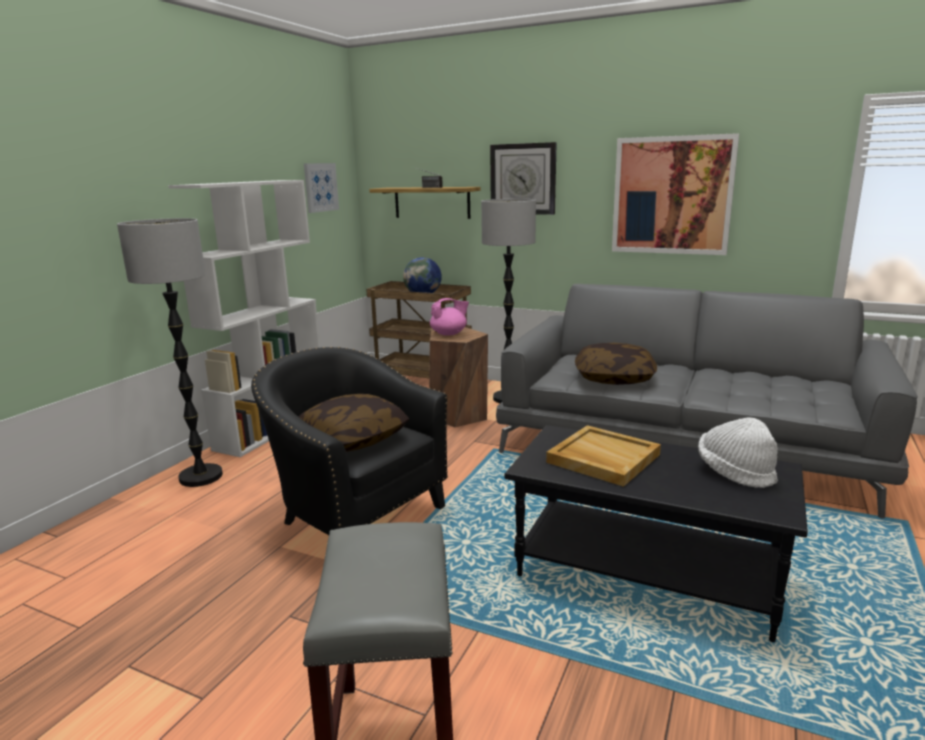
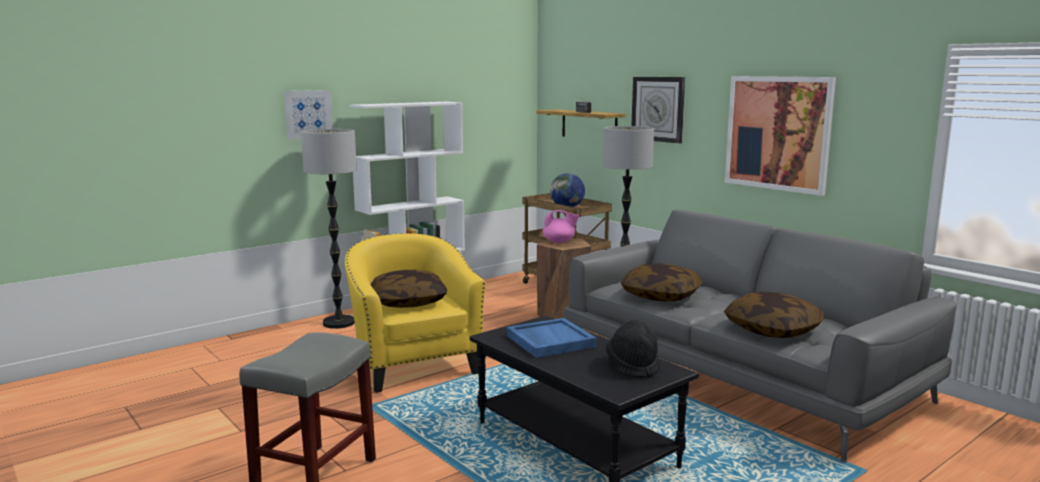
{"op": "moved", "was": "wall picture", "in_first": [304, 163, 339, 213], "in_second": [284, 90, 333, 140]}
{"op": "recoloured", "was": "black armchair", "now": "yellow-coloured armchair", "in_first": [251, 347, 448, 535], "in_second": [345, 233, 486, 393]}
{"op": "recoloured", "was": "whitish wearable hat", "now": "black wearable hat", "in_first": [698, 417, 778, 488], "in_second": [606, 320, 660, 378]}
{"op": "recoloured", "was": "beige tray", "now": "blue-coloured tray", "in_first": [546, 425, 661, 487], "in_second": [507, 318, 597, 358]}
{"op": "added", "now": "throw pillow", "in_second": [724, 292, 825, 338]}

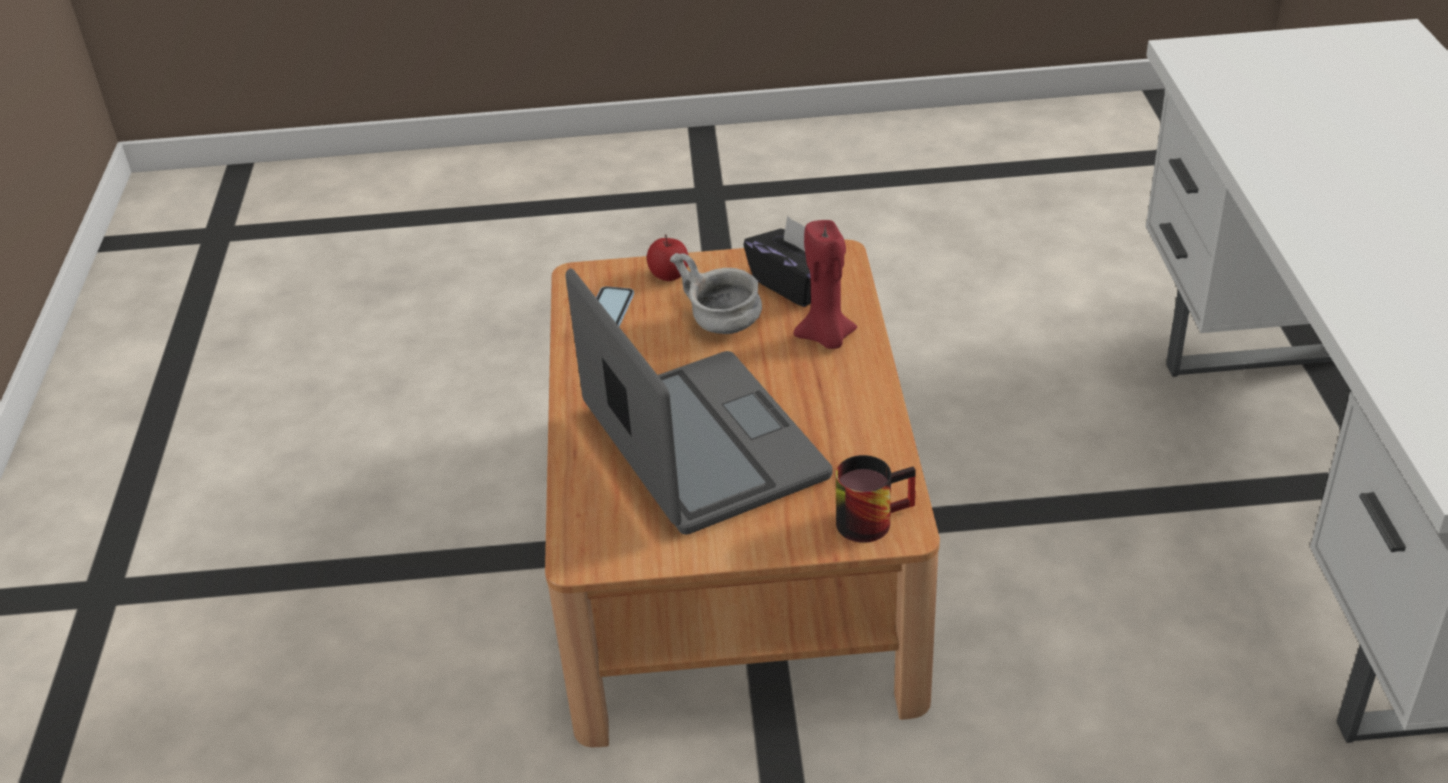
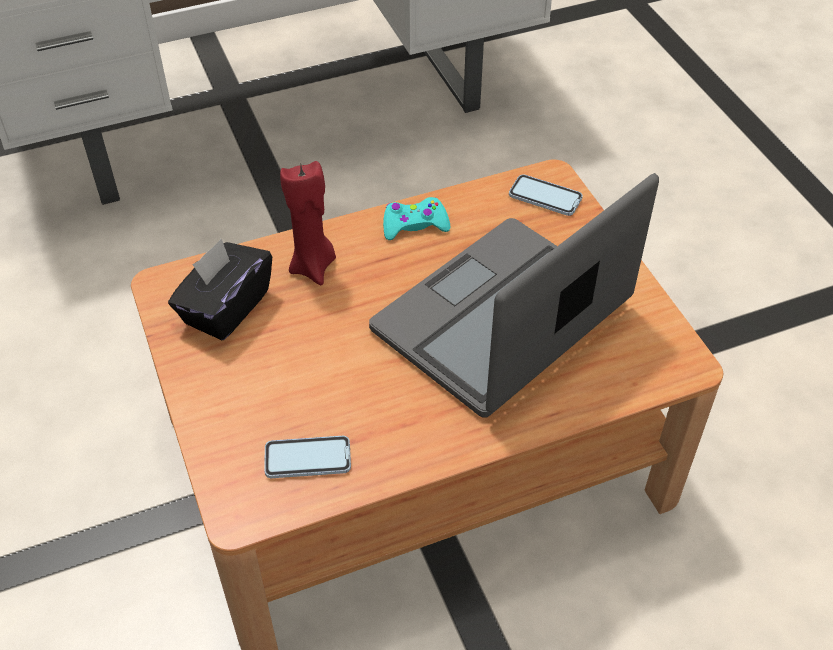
{"op": "removed", "was": "apple", "in_first": [647, 235, 688, 281]}
{"op": "removed", "was": "gray serving bowl", "in_first": [670, 253, 762, 334]}
{"op": "replaced", "was": "mug", "now": "phone", "in_first": [836, 455, 916, 543], "in_second": [509, 175, 583, 216]}
{"op": "added", "now": "blue-green gamepad", "in_second": [383, 197, 450, 240]}

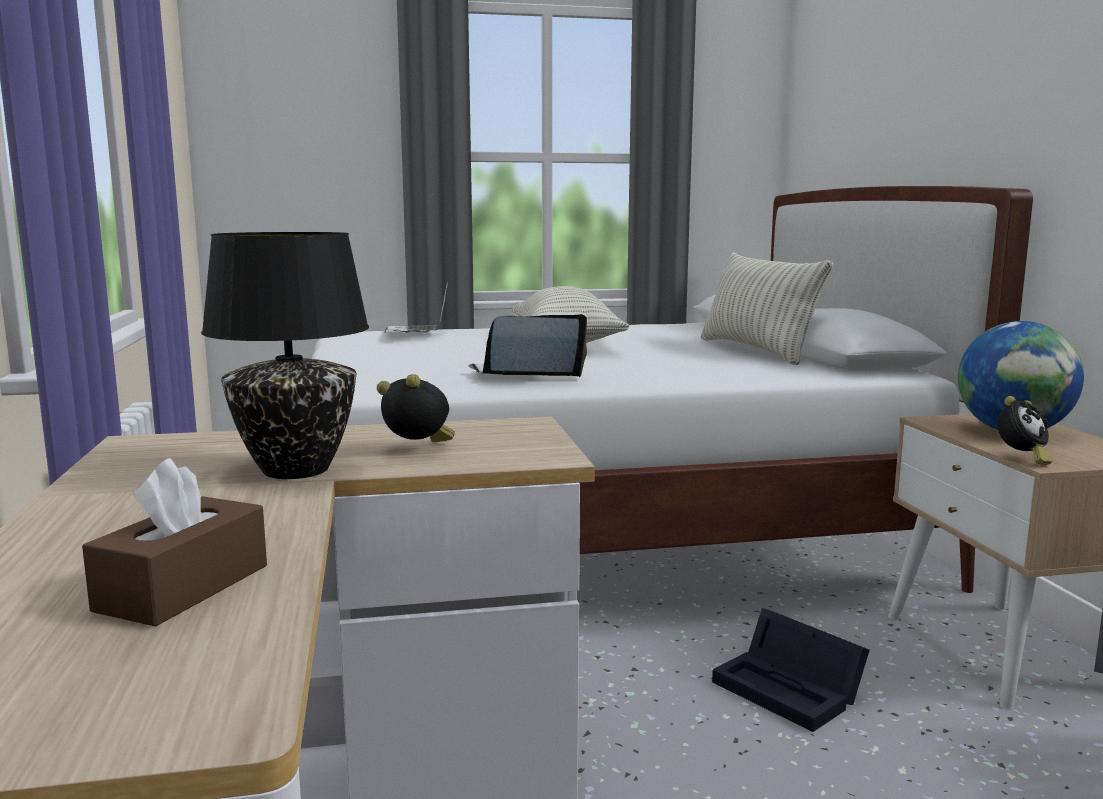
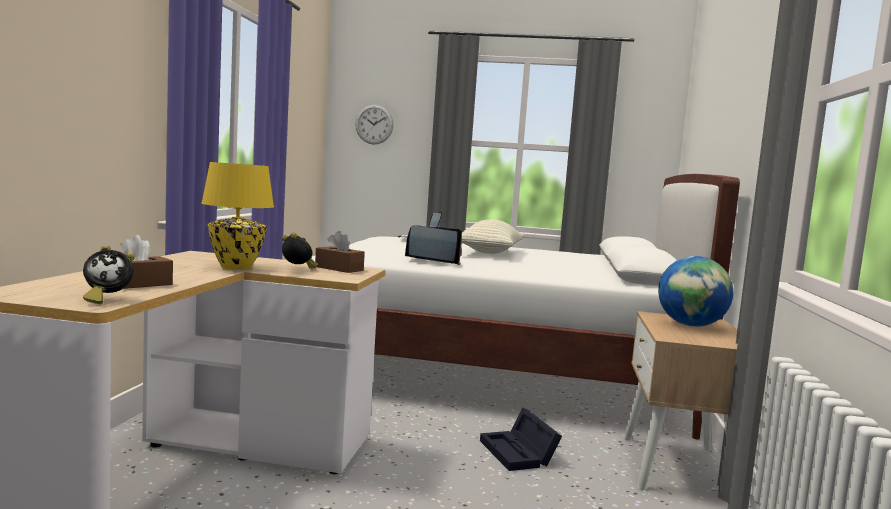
{"op": "recoloured", "was": "black table lamp", "now": "yellow-coloured table lamp", "in_first": [201, 232, 369, 479], "in_second": [201, 162, 274, 270]}
{"op": "removed", "was": "throw pillow", "in_first": [701, 252, 833, 365]}
{"op": "moved", "was": "table clock", "in_first": [998, 396, 1053, 465], "in_second": [83, 245, 135, 304]}
{"op": "added", "now": "clock on the wall", "in_second": [355, 105, 394, 145]}
{"op": "added", "now": "brown-coloured tissue box", "in_second": [315, 231, 365, 273]}

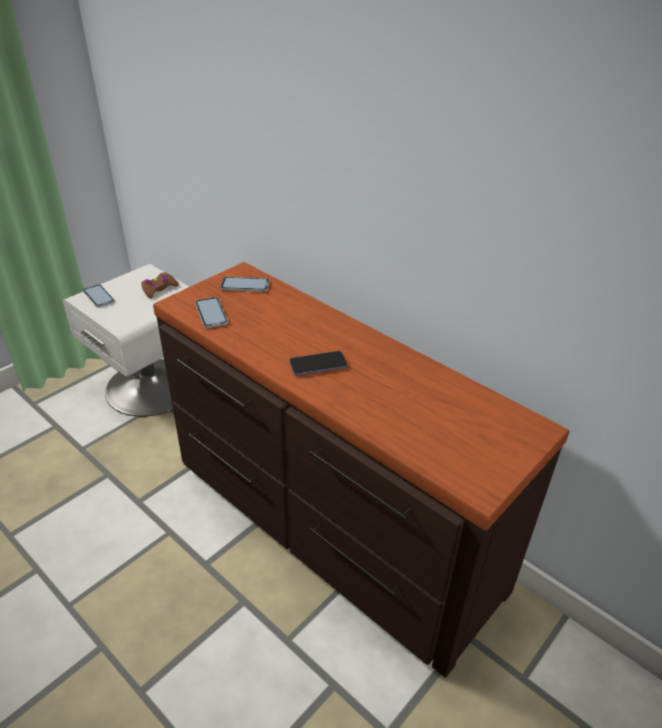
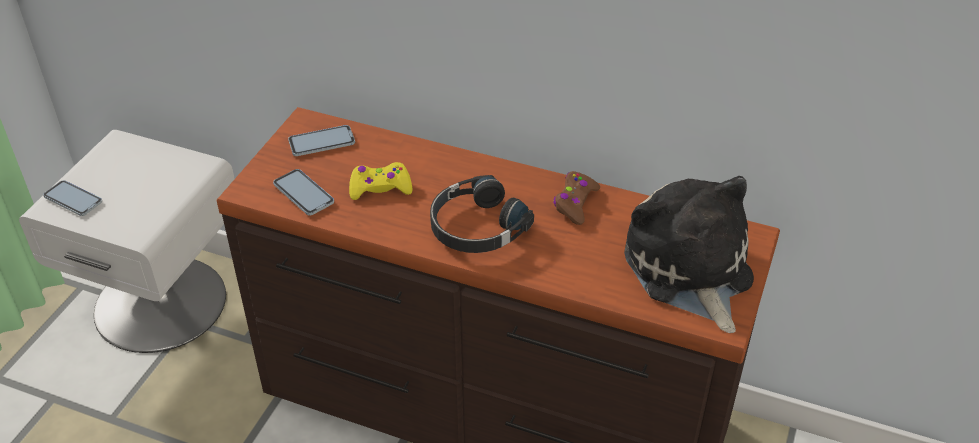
{"op": "moved", "was": "brown-coloured gamepad", "in_first": [141, 272, 179, 298], "in_second": [553, 171, 600, 225]}
{"op": "replaced", "was": "phone", "now": "black pair of headphones", "in_first": [289, 351, 348, 376], "in_second": [430, 175, 534, 253]}
{"op": "added", "now": "yellow-coloured gamepad", "in_second": [349, 162, 412, 200]}
{"op": "added", "now": "soft toy", "in_second": [624, 176, 754, 333]}

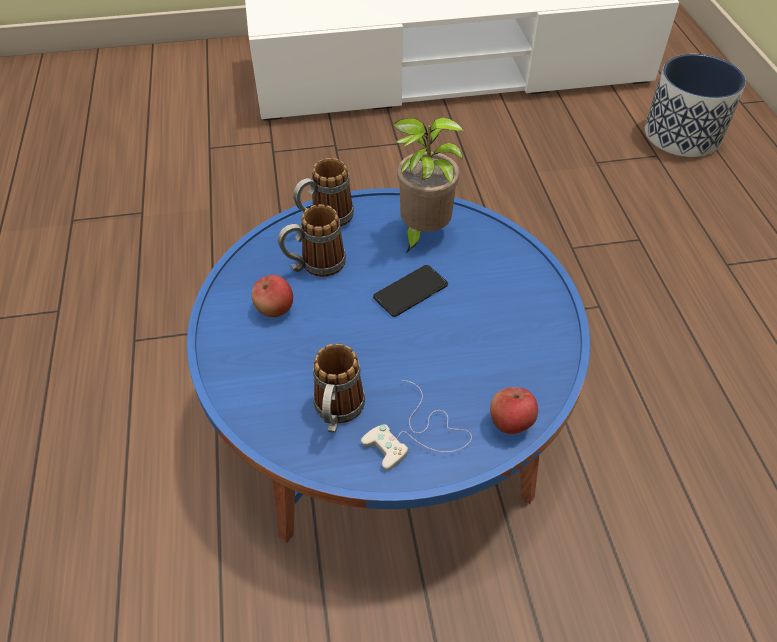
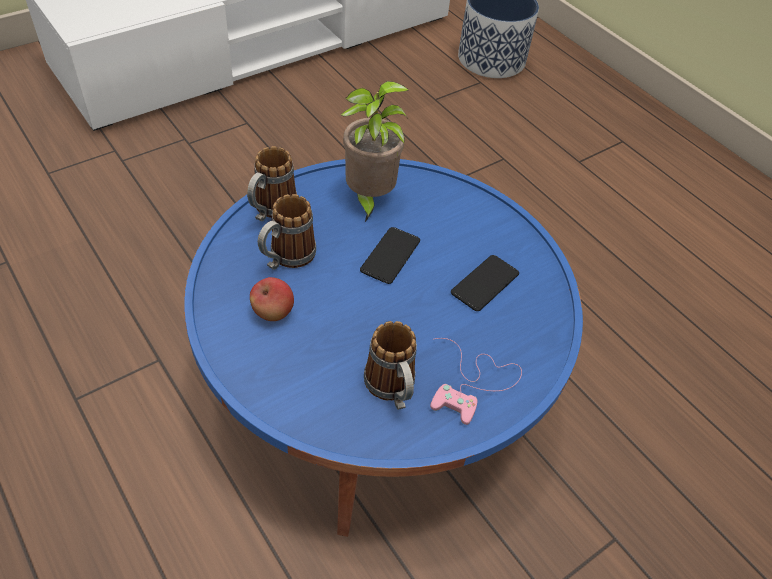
{"op": "recoloured", "was": "whitish gamepad", "now": "pink-coloured gamepad", "in_first": [361, 380, 472, 470], "in_second": [430, 338, 522, 425]}
{"op": "removed", "was": "apple", "in_first": [490, 387, 538, 434]}
{"op": "added", "now": "phone", "in_second": [451, 255, 519, 311]}

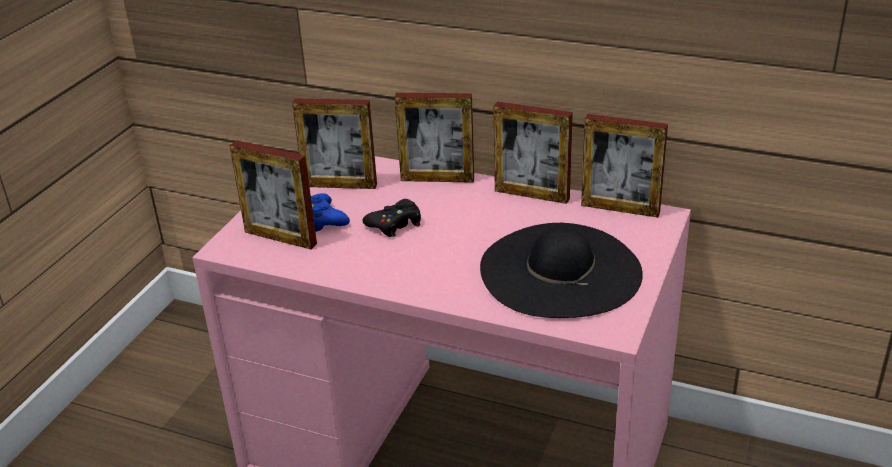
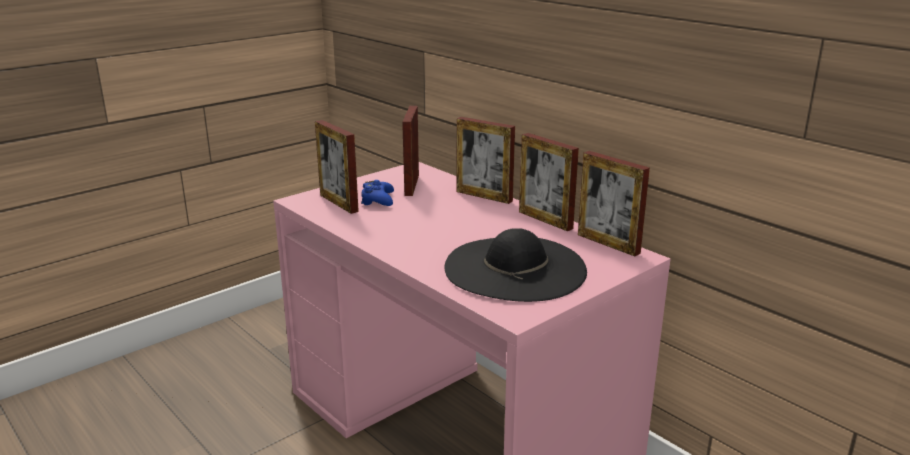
{"op": "turned", "was": "picture frame", "in_first": [292, 99, 377, 189], "in_second": [402, 106, 419, 196], "clockwise": 60}
{"op": "removed", "was": "black gamepad", "in_first": [363, 199, 421, 237]}

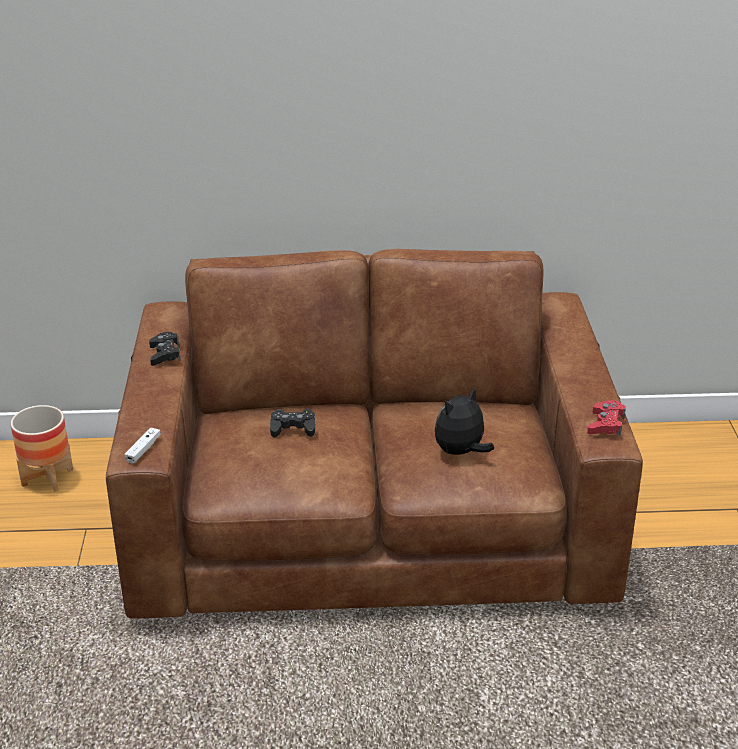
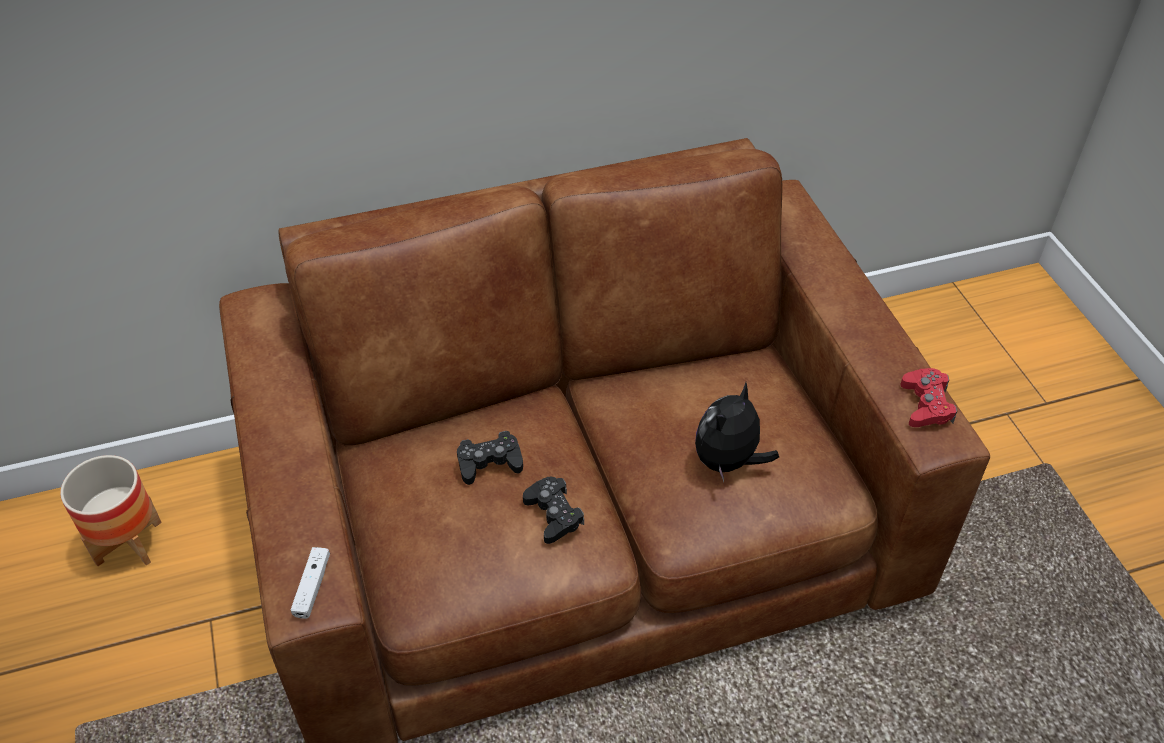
{"op": "moved", "was": "black gamepad", "in_first": [149, 332, 181, 366], "in_second": [523, 477, 584, 544]}

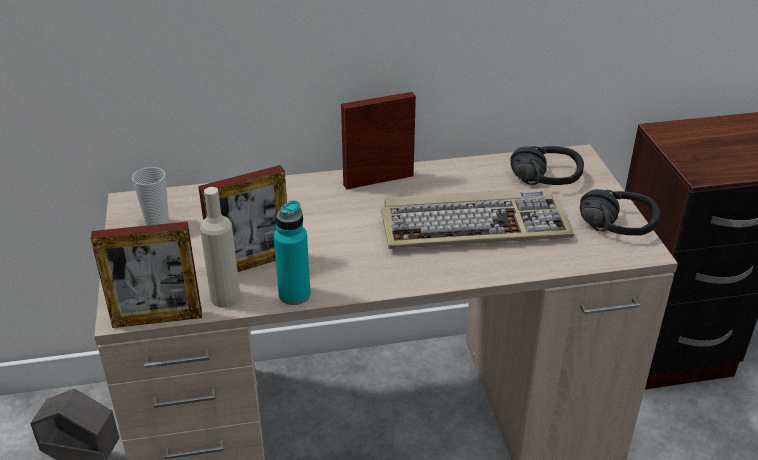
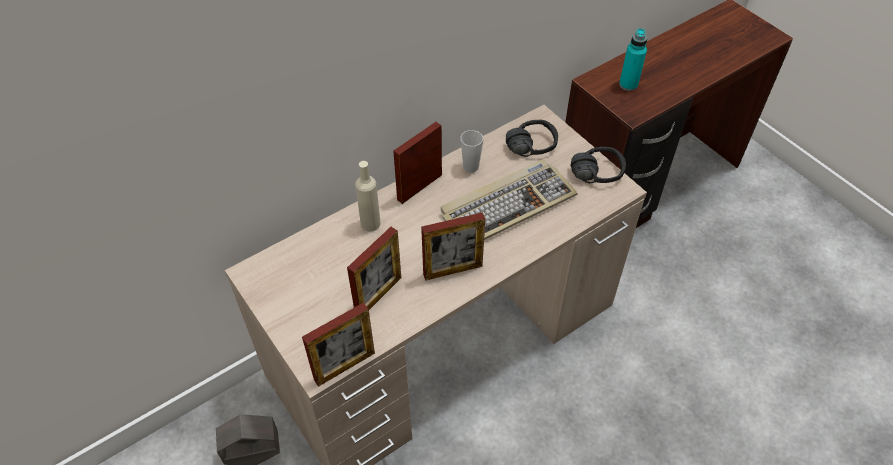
{"op": "moved", "was": "cup", "in_first": [132, 167, 169, 226], "in_second": [461, 130, 484, 173]}
{"op": "moved", "was": "beige beverage bottle", "in_first": [200, 187, 241, 308], "in_second": [355, 161, 381, 232]}
{"op": "moved", "was": "blue-green beverage bottle", "in_first": [274, 200, 311, 305], "in_second": [619, 28, 647, 91]}
{"op": "added", "now": "picture frame", "in_second": [421, 212, 485, 281]}

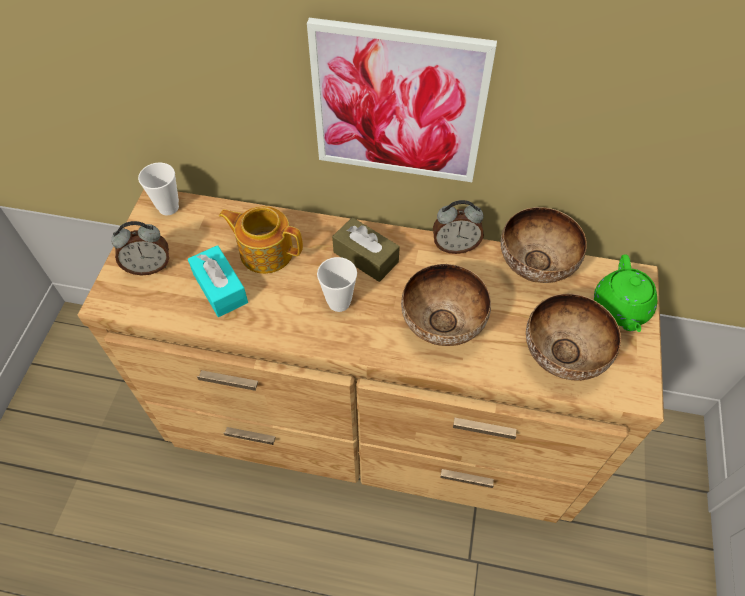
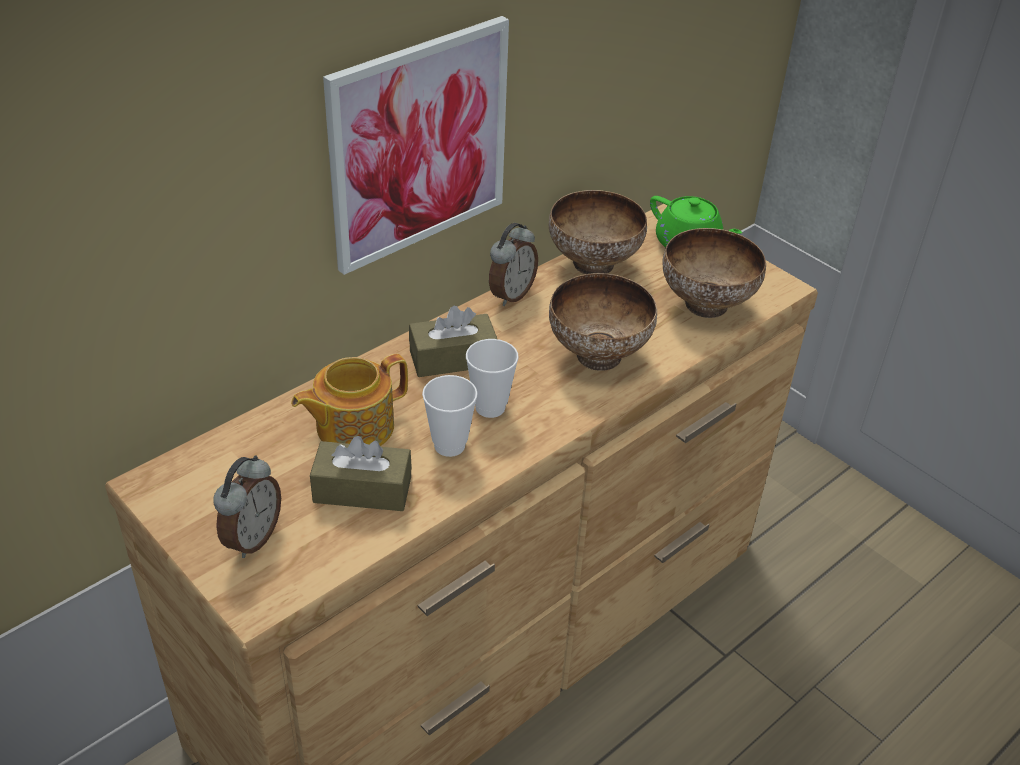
{"op": "moved", "was": "cup", "in_first": [138, 162, 179, 215], "in_second": [422, 375, 477, 457]}
{"op": "recoloured", "was": "blue-green tissue box", "now": "brown-coloured tissue box", "in_first": [188, 245, 248, 317], "in_second": [310, 436, 412, 511]}

